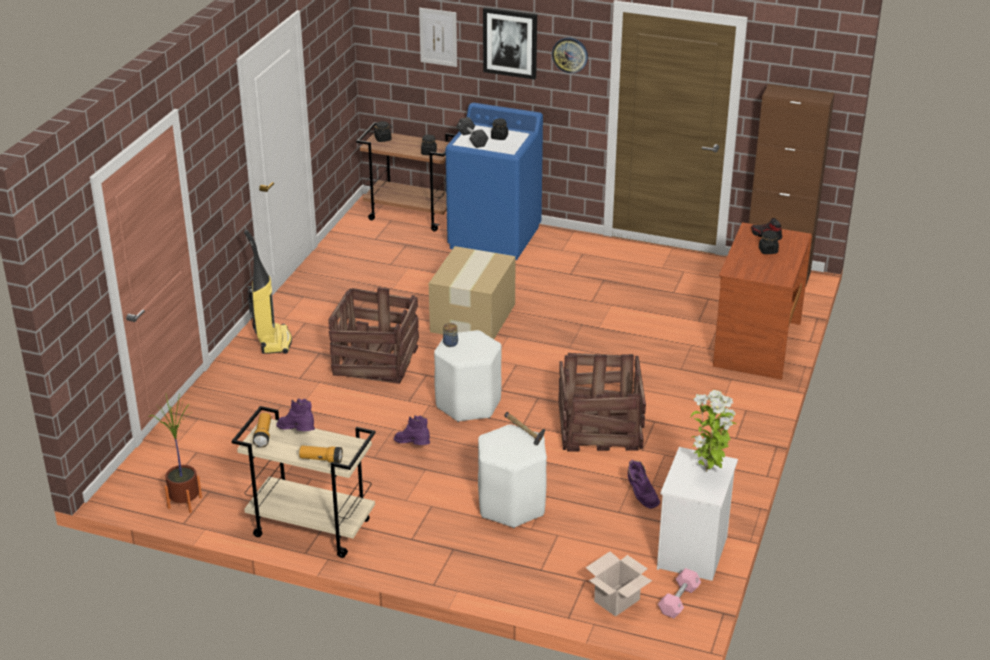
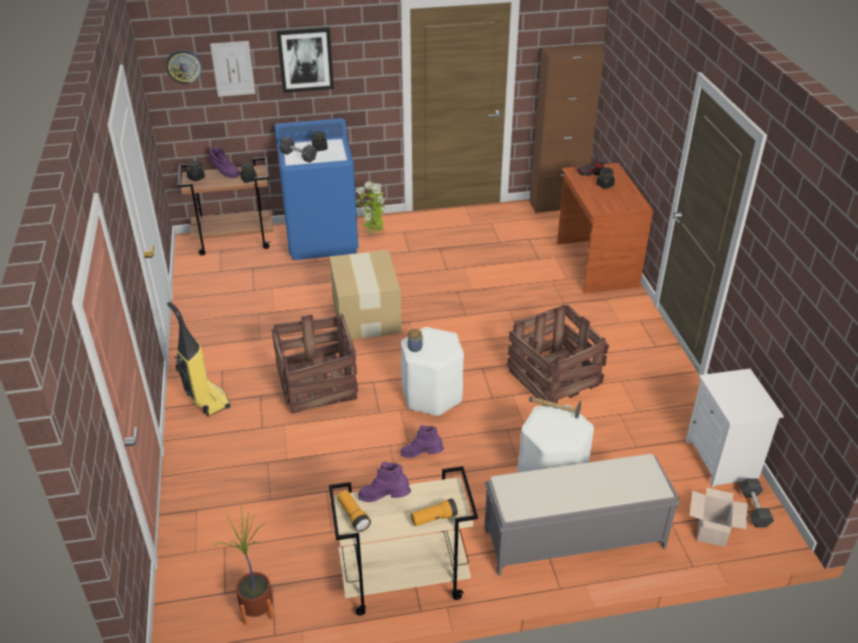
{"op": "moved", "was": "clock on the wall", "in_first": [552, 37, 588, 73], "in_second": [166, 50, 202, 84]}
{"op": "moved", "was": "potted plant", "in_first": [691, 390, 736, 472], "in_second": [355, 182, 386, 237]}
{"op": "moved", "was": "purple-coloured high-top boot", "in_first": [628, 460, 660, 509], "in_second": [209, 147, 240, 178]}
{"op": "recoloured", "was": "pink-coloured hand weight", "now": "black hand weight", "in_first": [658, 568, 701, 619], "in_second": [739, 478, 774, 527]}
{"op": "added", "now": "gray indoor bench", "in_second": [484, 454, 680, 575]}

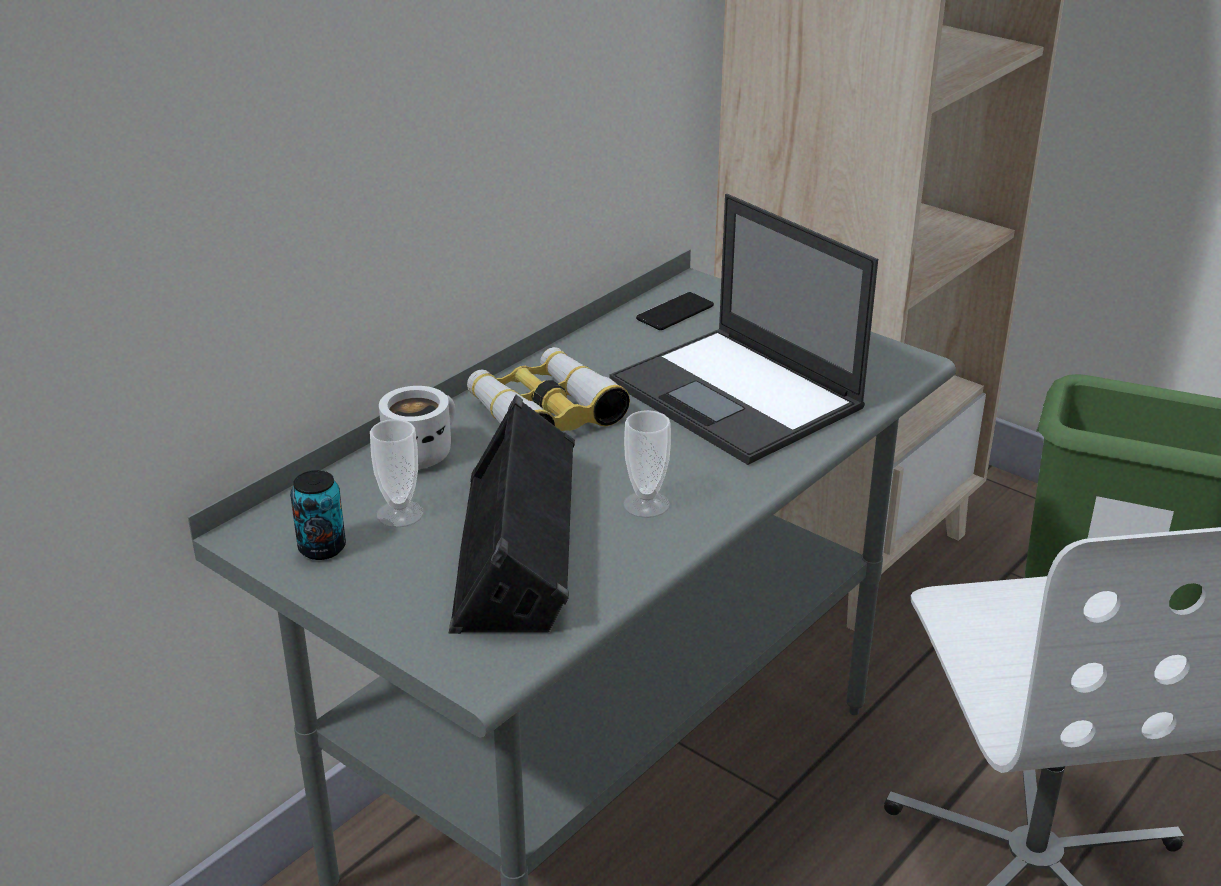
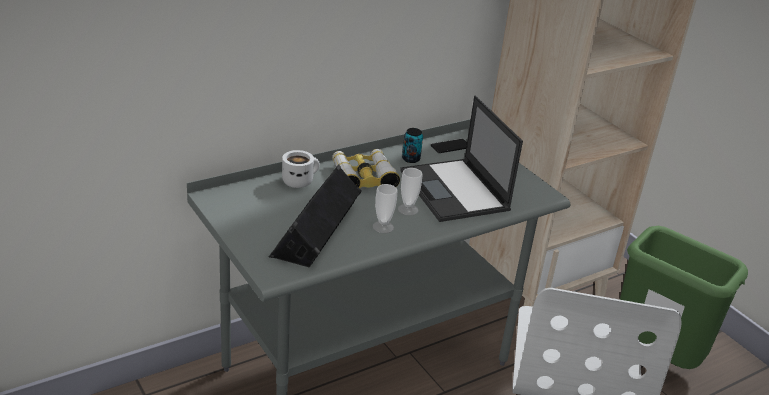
{"op": "moved", "was": "cup", "in_first": [370, 419, 424, 528], "in_second": [398, 168, 423, 216]}
{"op": "moved", "was": "sealed can", "in_first": [290, 470, 346, 560], "in_second": [402, 128, 423, 163]}

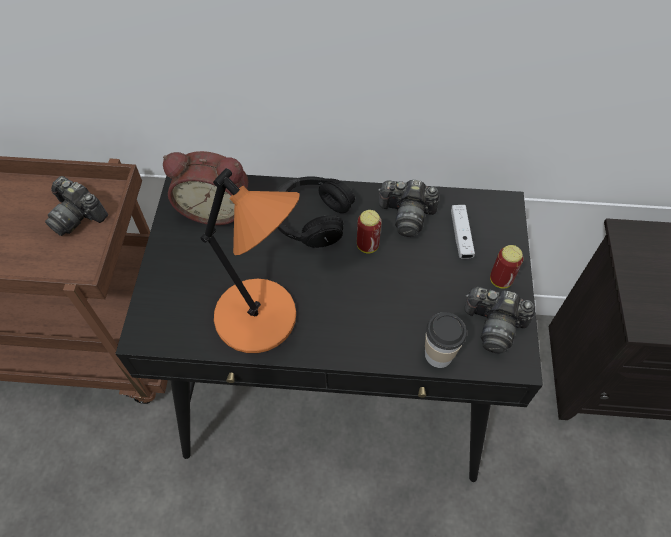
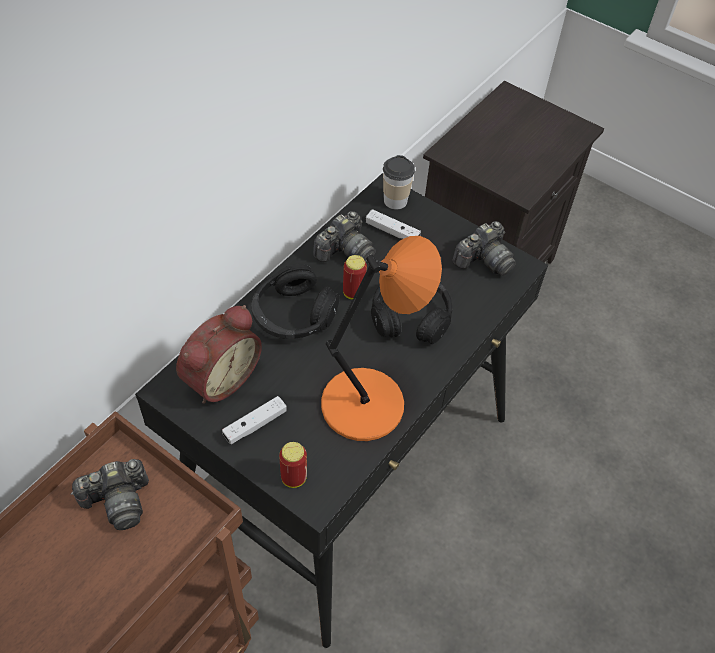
{"op": "moved", "was": "sealed can", "in_first": [490, 245, 523, 289], "in_second": [279, 442, 307, 488]}
{"op": "moved", "was": "cup", "in_first": [425, 312, 467, 368], "in_second": [383, 155, 415, 210]}
{"op": "added", "now": "black pair of headphones", "in_second": [371, 283, 452, 344]}
{"op": "added", "now": "whitish gamepad", "in_second": [222, 396, 287, 445]}

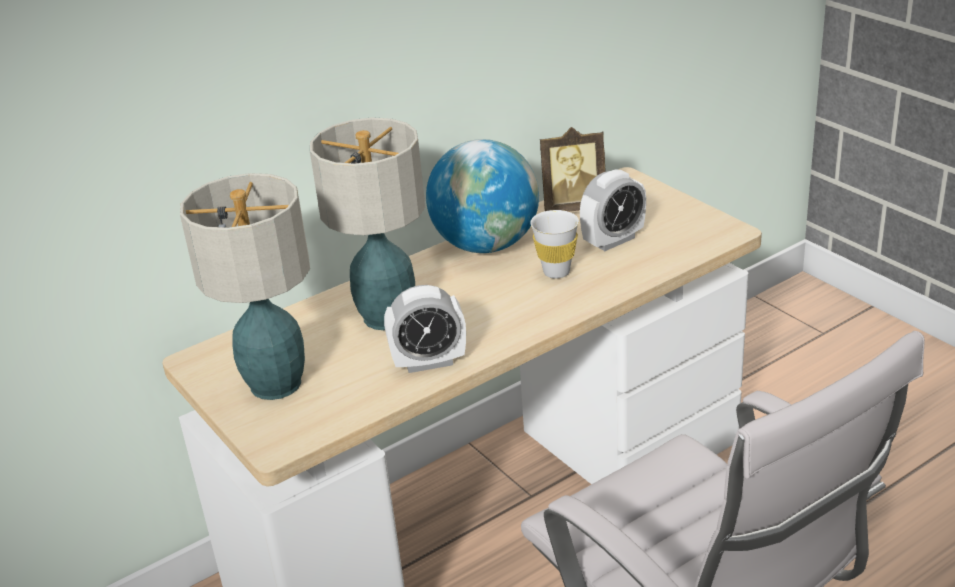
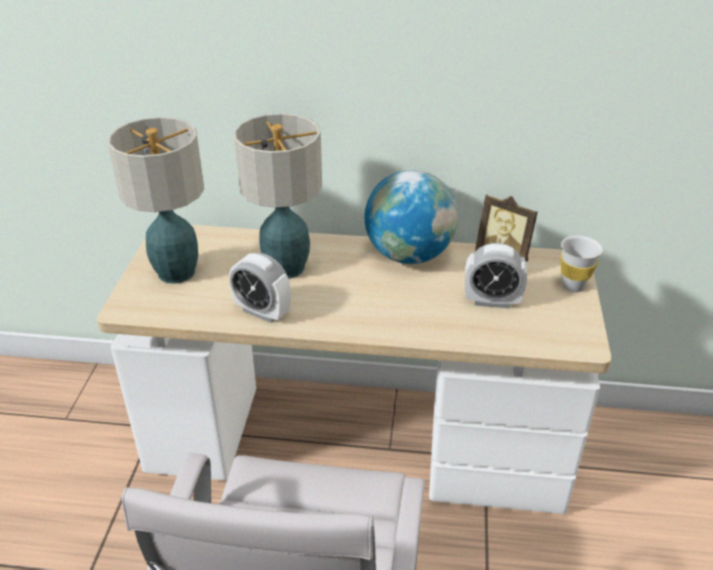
{"op": "moved", "was": "whitish cup", "in_first": [530, 210, 579, 279], "in_second": [560, 236, 603, 292]}

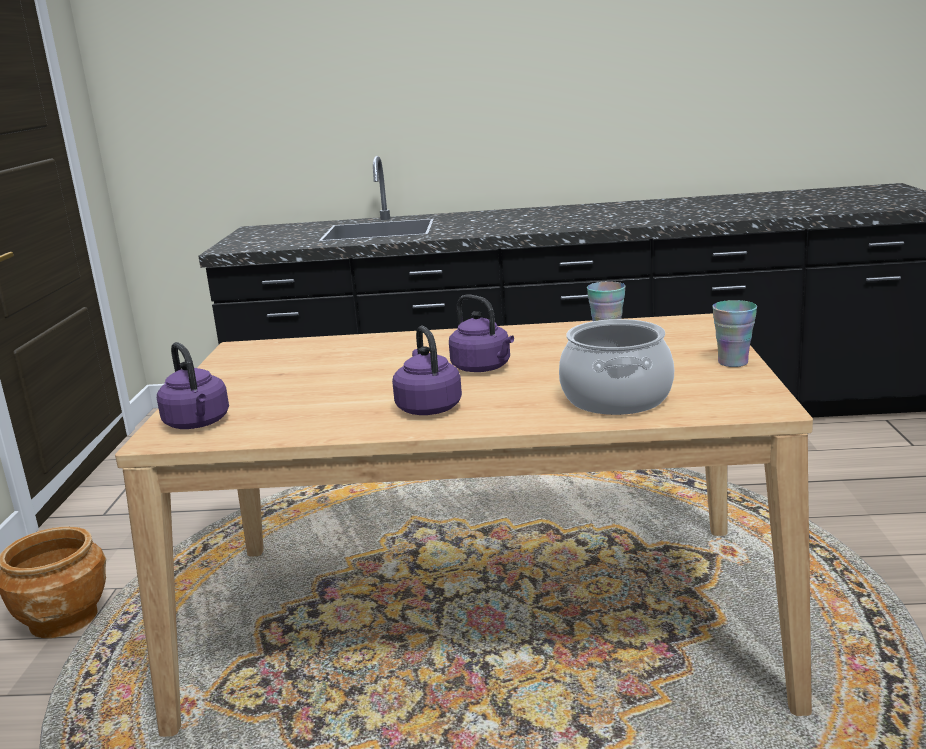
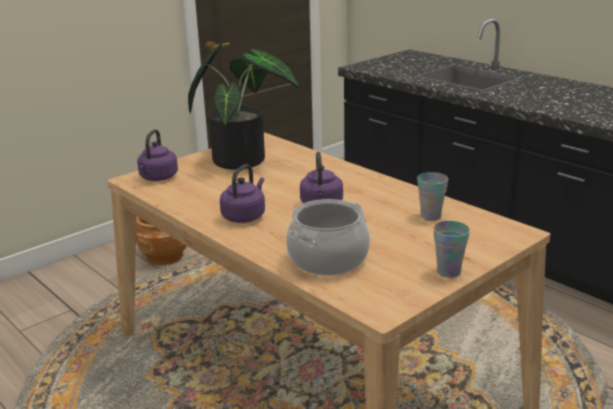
{"op": "added", "now": "potted plant", "in_second": [188, 44, 299, 169]}

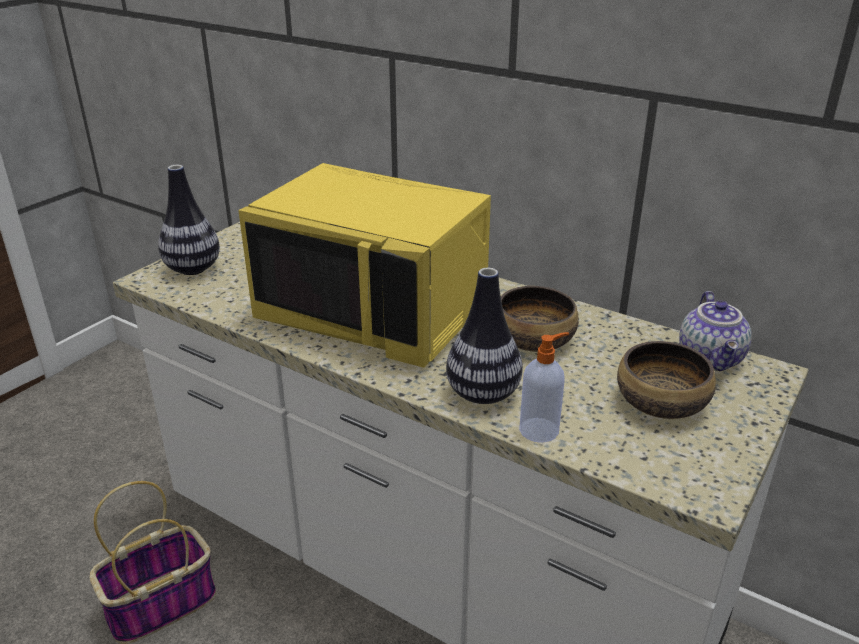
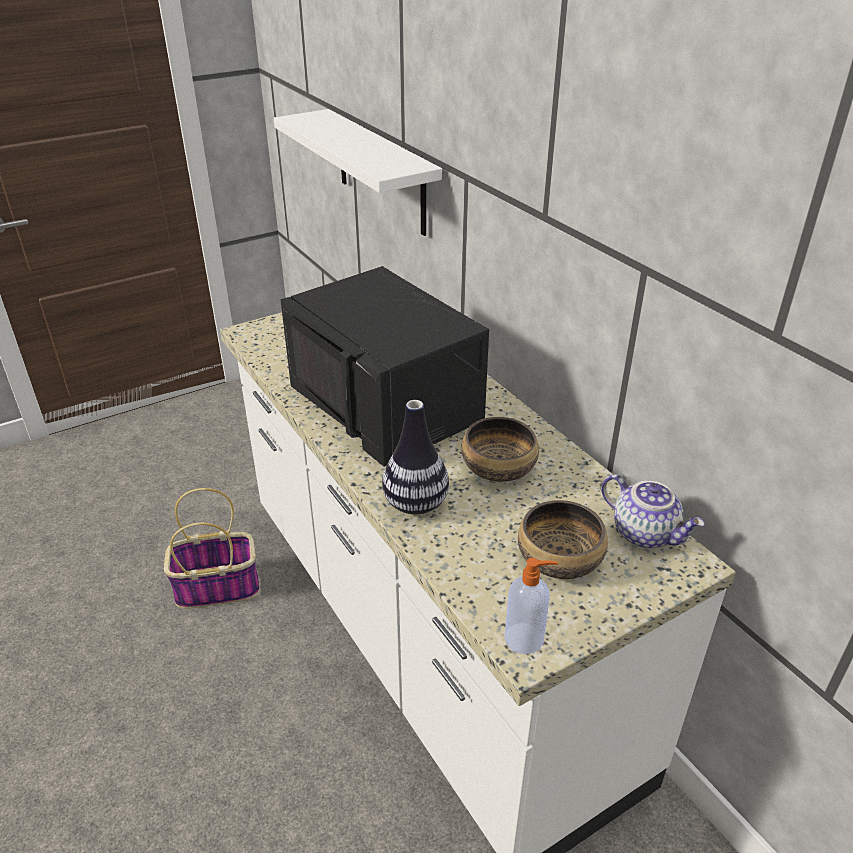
{"op": "recoloured", "was": "yellow-coloured microwave oven", "now": "black microwave oven", "in_first": [238, 163, 491, 368], "in_second": [280, 266, 489, 467]}
{"op": "removed", "was": "flower vase", "in_first": [158, 165, 220, 275]}
{"op": "turned", "was": "pot for tea", "in_first": [679, 291, 752, 371], "in_second": [601, 474, 704, 549], "clockwise": -75}
{"op": "moved", "was": "soap dispenser", "in_first": [519, 332, 570, 443], "in_second": [505, 558, 558, 654]}
{"op": "added", "now": "whitish wall shelf", "in_second": [274, 109, 442, 236]}

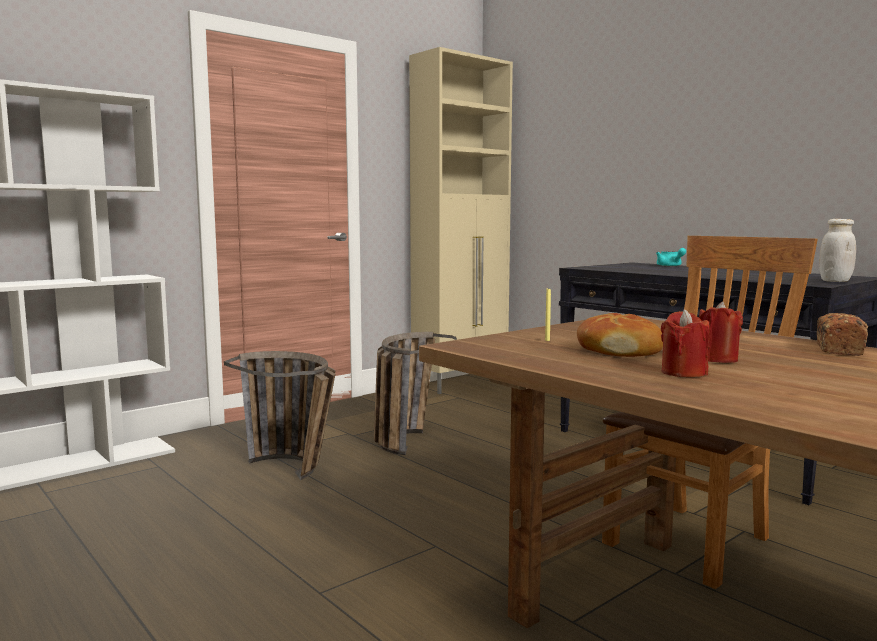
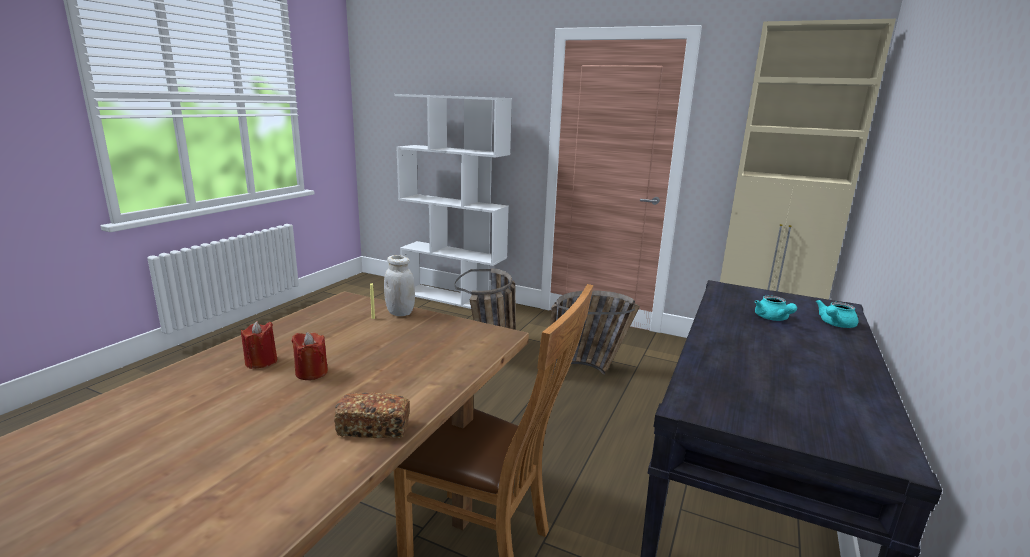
{"op": "moved", "was": "whitish jar", "in_first": [819, 219, 856, 282], "in_second": [384, 255, 415, 316]}
{"op": "removed", "was": "bread", "in_first": [577, 313, 663, 357]}
{"op": "added", "now": "blue-green pot for tea", "in_second": [755, 295, 797, 321]}

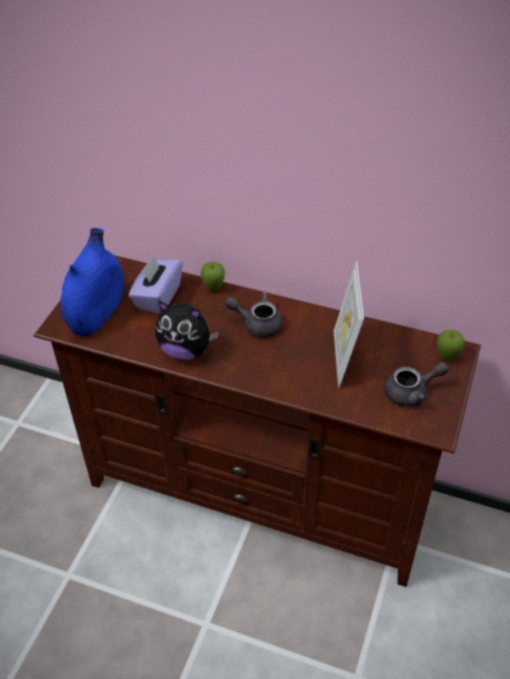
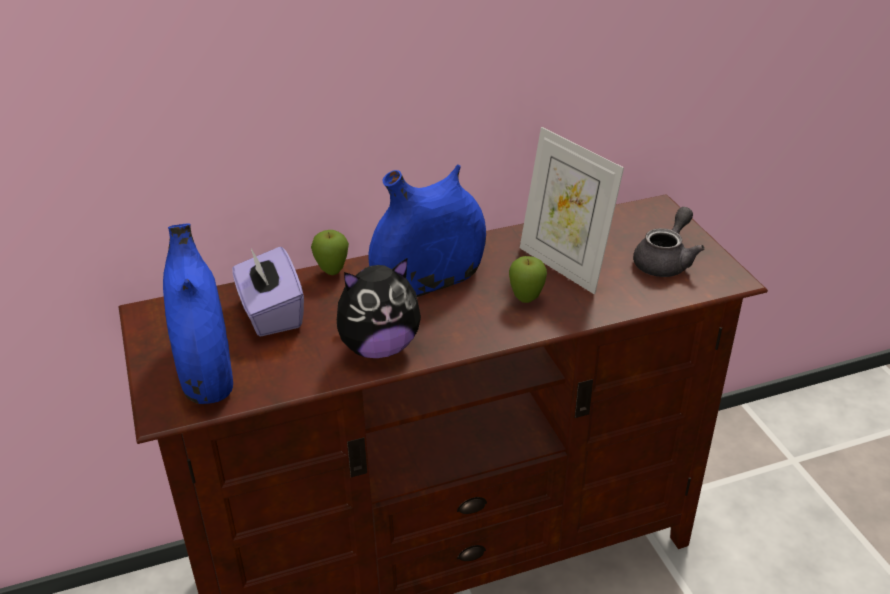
{"op": "replaced", "was": "gray pot for tea", "now": "blue-coloured flower vase", "in_first": [225, 291, 283, 338], "in_second": [368, 164, 486, 297]}
{"op": "moved", "was": "apple", "in_first": [437, 330, 465, 361], "in_second": [509, 256, 547, 303]}

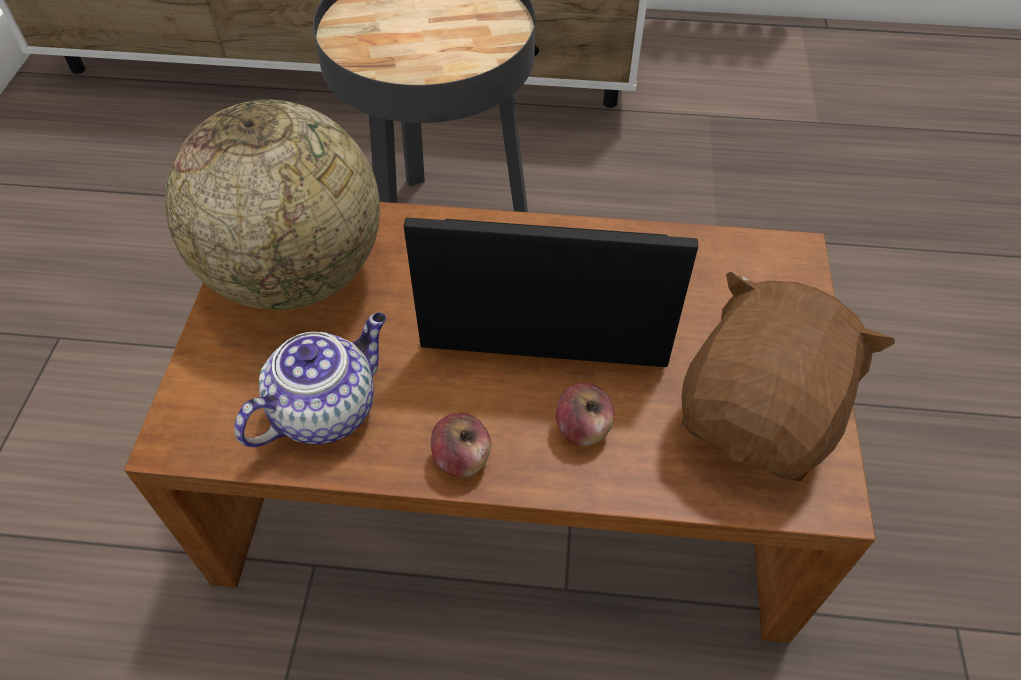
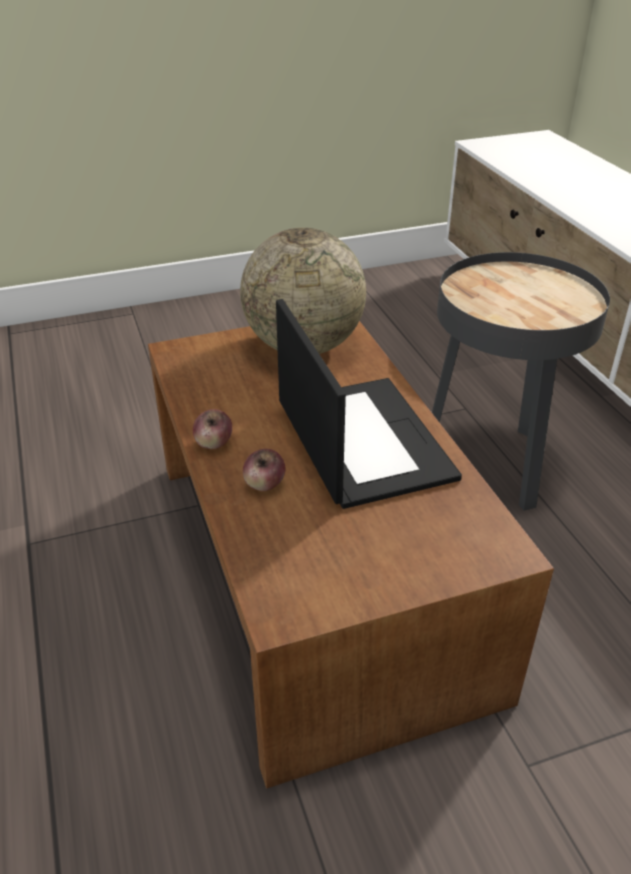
{"op": "removed", "was": "brown-coloured soft toy", "in_first": [681, 271, 895, 482]}
{"op": "removed", "was": "pot for tea", "in_first": [234, 312, 386, 447]}

